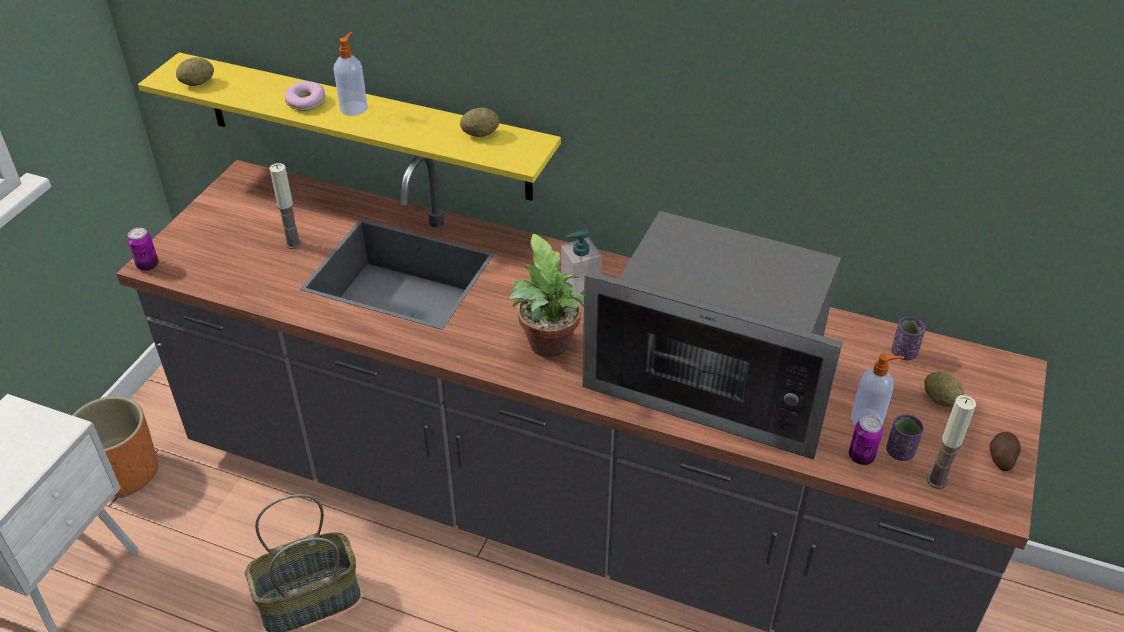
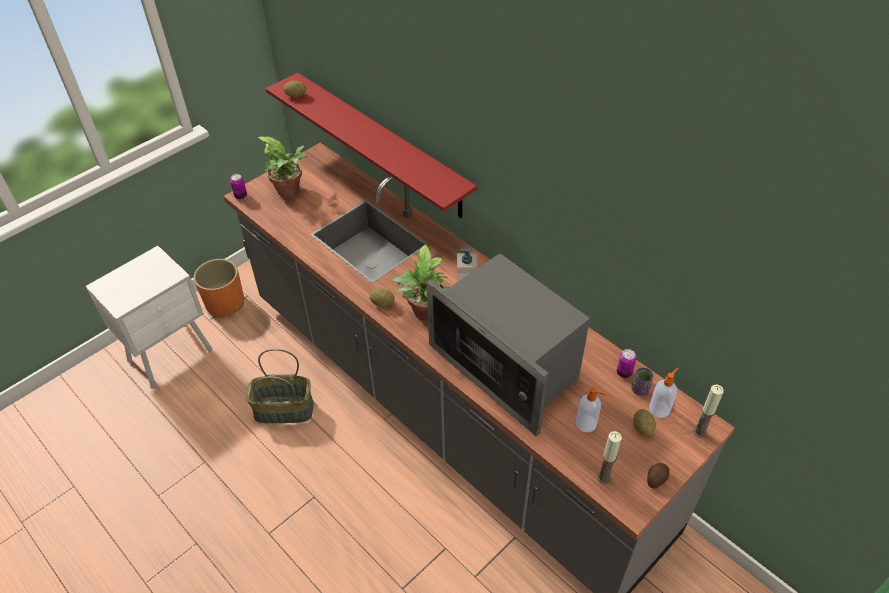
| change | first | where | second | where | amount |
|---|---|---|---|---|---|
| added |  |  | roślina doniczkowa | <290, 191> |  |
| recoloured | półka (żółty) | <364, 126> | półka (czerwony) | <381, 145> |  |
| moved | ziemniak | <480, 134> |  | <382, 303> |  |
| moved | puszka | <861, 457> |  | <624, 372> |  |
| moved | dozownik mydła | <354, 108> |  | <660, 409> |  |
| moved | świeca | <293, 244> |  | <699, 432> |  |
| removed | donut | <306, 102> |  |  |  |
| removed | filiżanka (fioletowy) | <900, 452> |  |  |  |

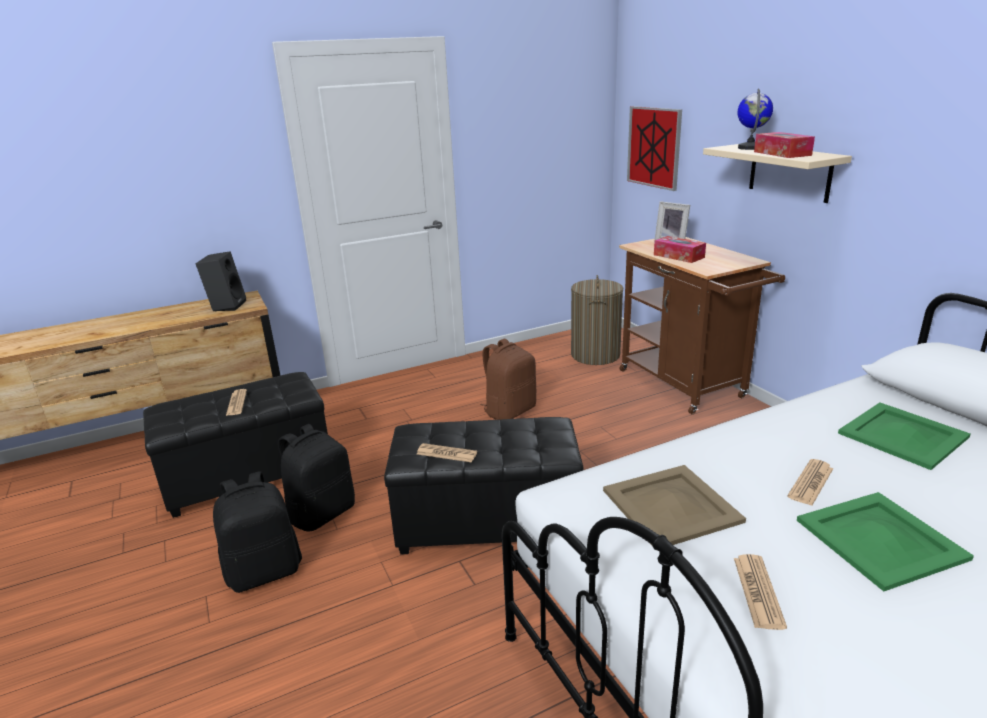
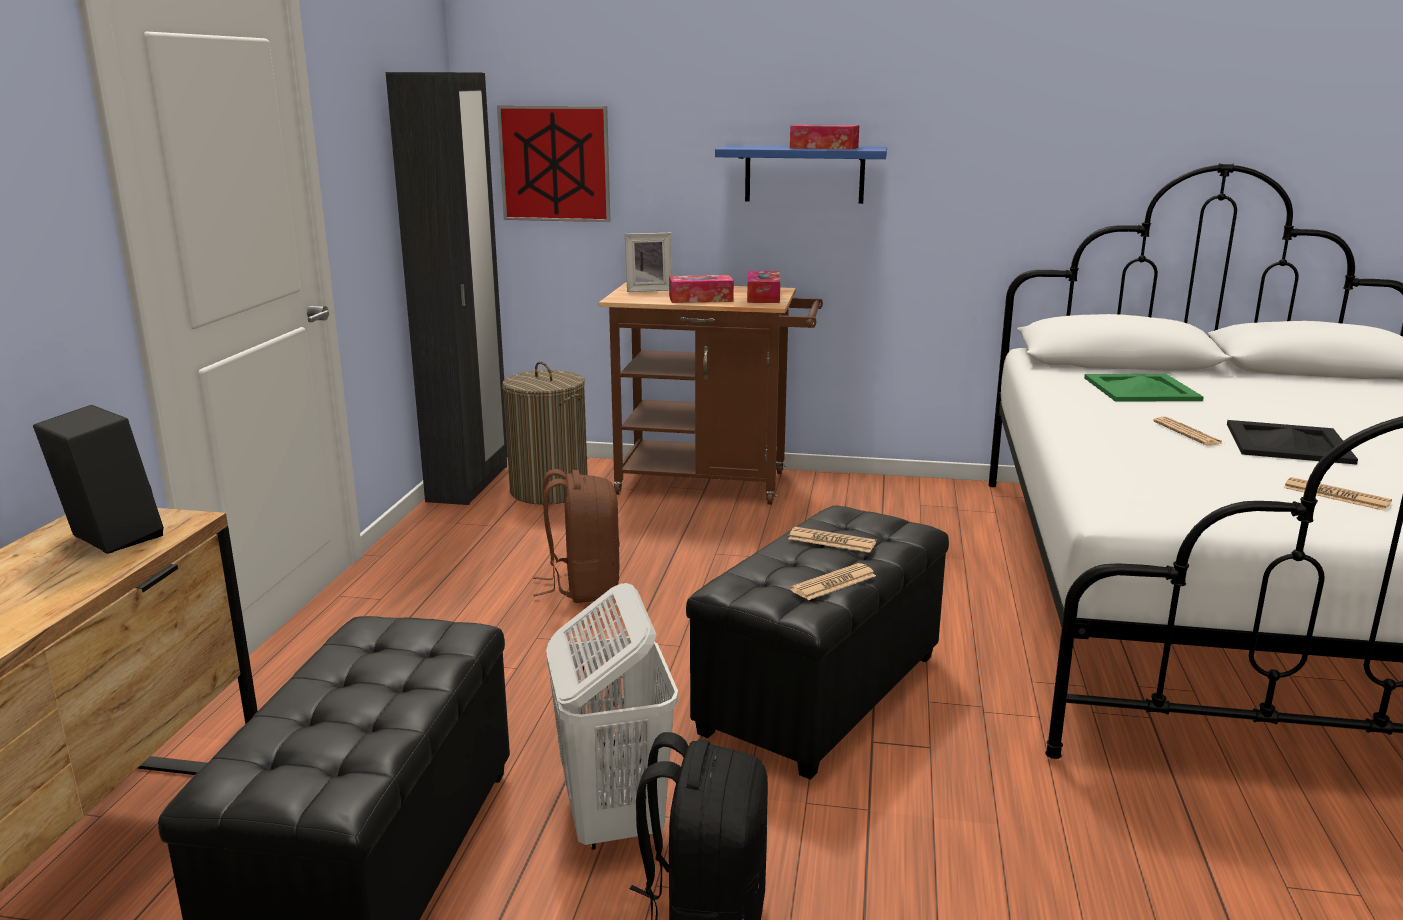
| change | first | where | second | where | amount |
|---|---|---|---|---|---|
| added |  |  | szafa (czarny) | <469, 483> |  |
| replaced | plecak (czarny) | <322, 513> | kosz na pranie (biały) | <613, 819> |  |
| recoloured | półka (beżowy) | <789, 172> | półka (niebieski) | <804, 174> |  |
| added |  |  | pudełko chusteczek | <763, 296> |  |
| moved | gazeta | <236, 403> |  | <831, 541> |  |
| recoloured | taca (zielony) | <878, 539> | taca (czarny) | <1287, 443> |  |
| removed | taca (beżowy) | <669, 505> |  |  |  |
| removed | globus | <750, 148> |  |  |  |

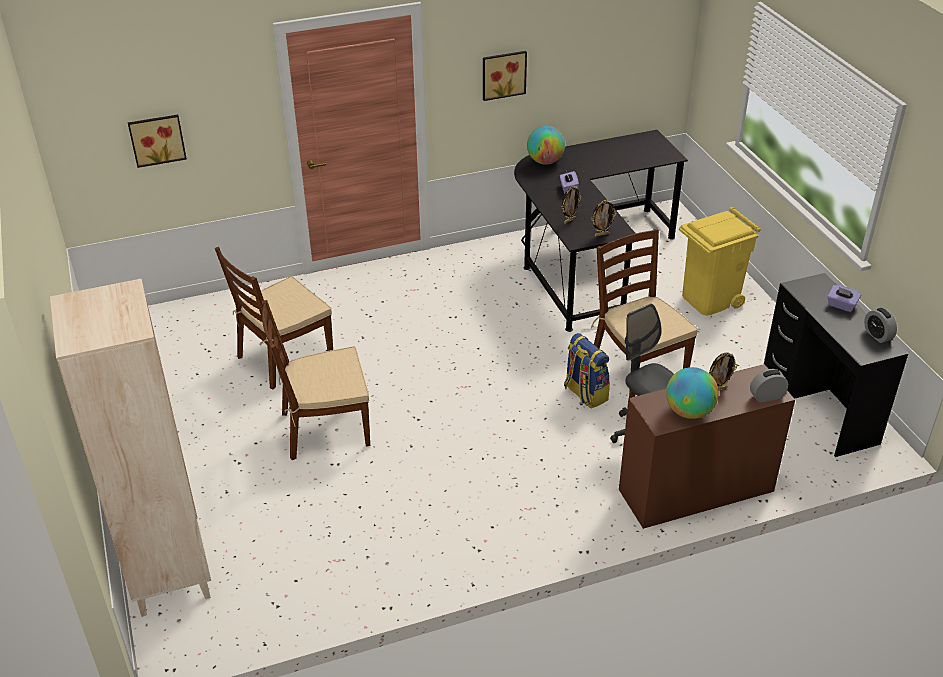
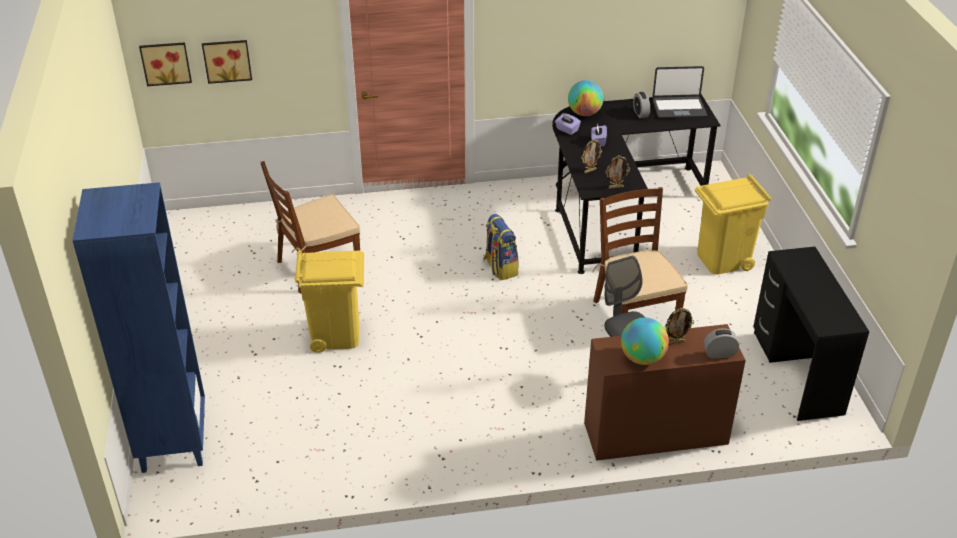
| change | first | where | second | where | amount |
|---|---|---|---|---|---|
| recoloured | regał (beżowy) | <169, 575> | regał (niebieski) | <173, 442> |  |
| moved | obraz | <503, 74> |  | <166, 62> |  |
| replaced | krzesło (brązowy) | <324, 429> | kosz na śmieci (żółty) | <336, 334> |  |
| moved | plecak | <584, 393> |  | <500, 268> |  |
| moved | pudełko chusteczek (fioletowy) | <841, 305> |  | <567, 130> |  |
| moved | budzik | <877, 335> |  | <640, 113> |  |
| added |  |  | laptop | <679, 108> |  |

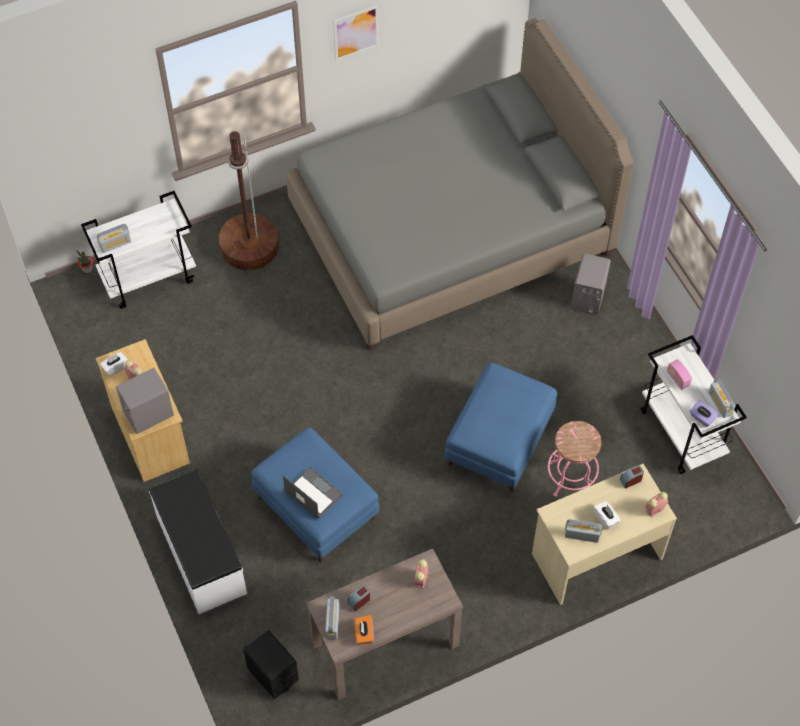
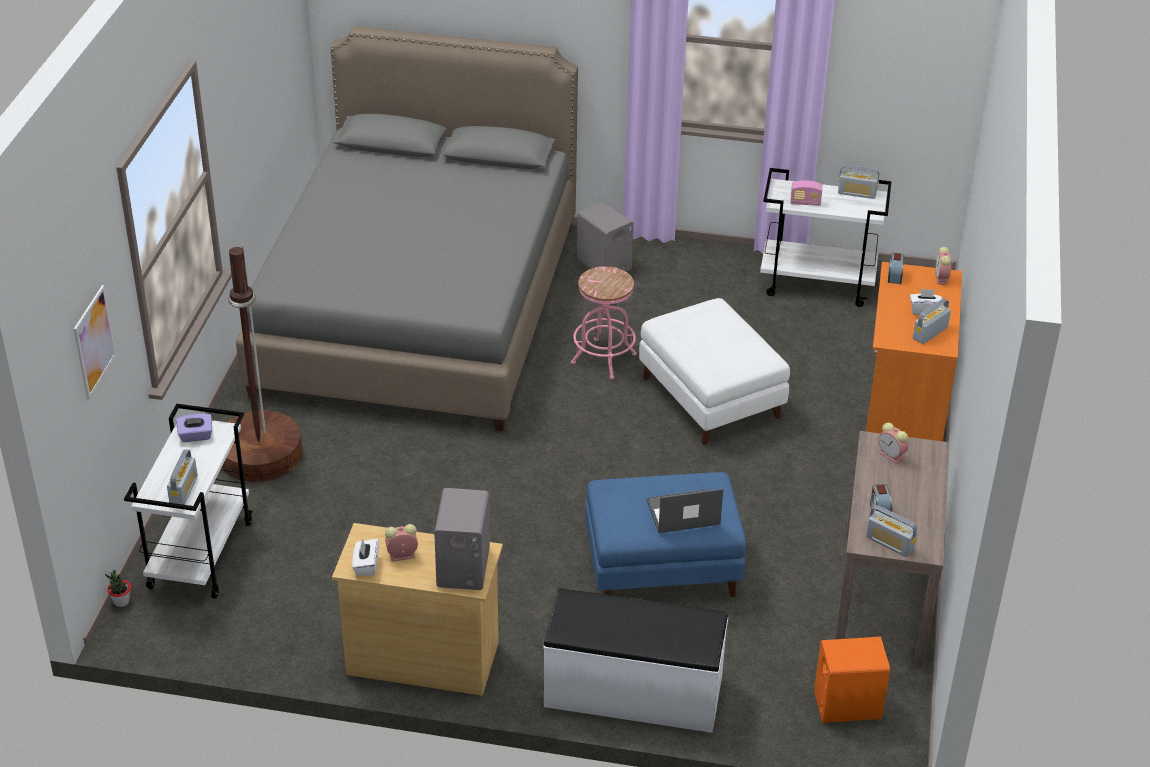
| change | first | where | second | where | amount |
|---|---|---|---|---|---|
| moved | obraz | <356, 32> |  | <94, 342> |  |
| moved | pudełko chusteczek (fioletowy) | <702, 418> |  | <196, 436> |  |
| moved | stołek (różowy) | <571, 477> |  | <603, 358> |  |
| recoloured | pufa (niebieski) | <499, 442> | pufa (biały) | <712, 398> |  |
| recoloured | głośnik (czarny) | <272, 674> | głośnik (pomarańczowy) | <846, 705> |  |
| recoloured | biurko (beżowy) | <596, 555> | biurko (pomarańczowy) | <904, 400> |  |
| removed | pudełko chusteczek (pomarańczowy) | <364, 634> |  |  |  |

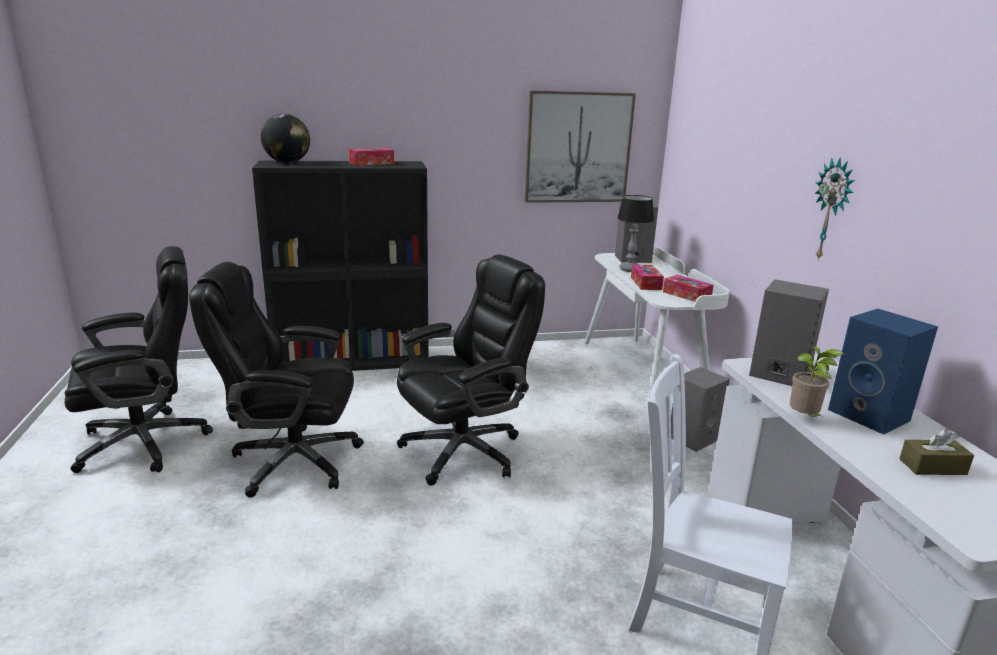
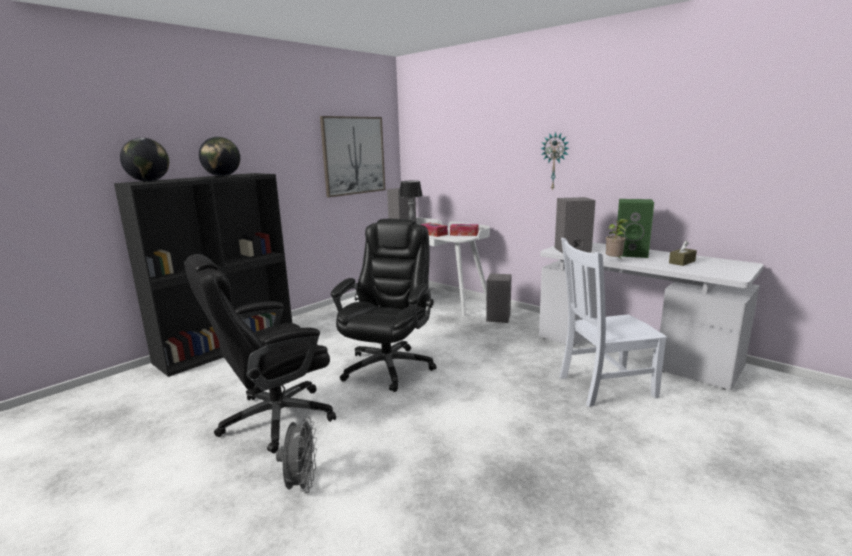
| change | first | where | second | where | amount |
|---|---|---|---|---|---|
| replaced | pudełko chusteczek | <371, 163> | globus | <222, 176> |  |
| added |  |  | wentylator (szary) | <301, 484> |  |
| recoloured | głośnik (niebieski) | <871, 415> | głośnik (zielony) | <631, 253> |  |
| removed | krzesło biurowe (czarny) | <147, 442> |  |  |  |

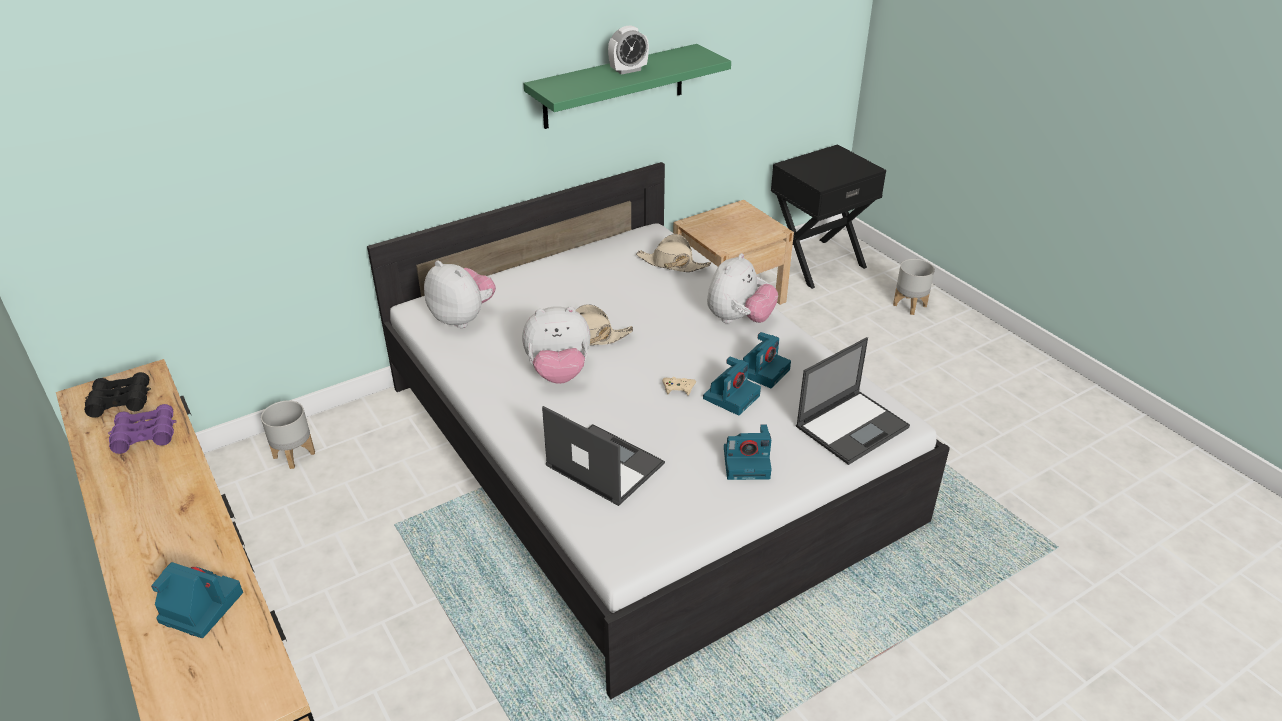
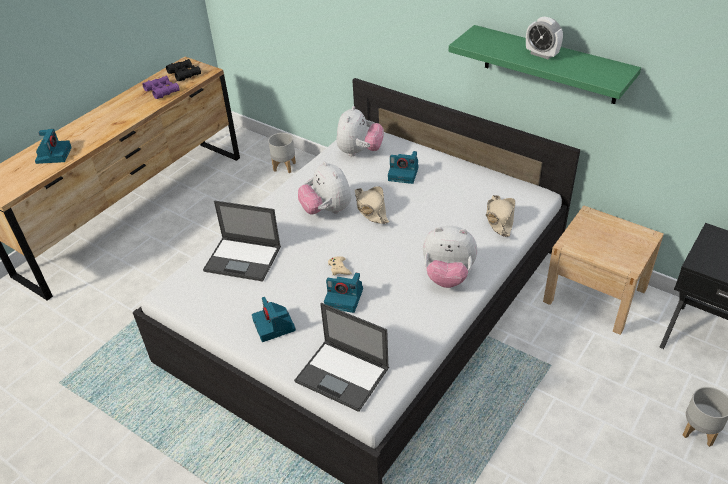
| change | first | where | second | where | amount |
|---|---|---|---|---|---|
| turned | laptop | <603, 464> |  | <244, 259> | 90 degrees clockwise |
| moved | aparat fotograficzny | <762, 370> |  | <404, 173> |  |

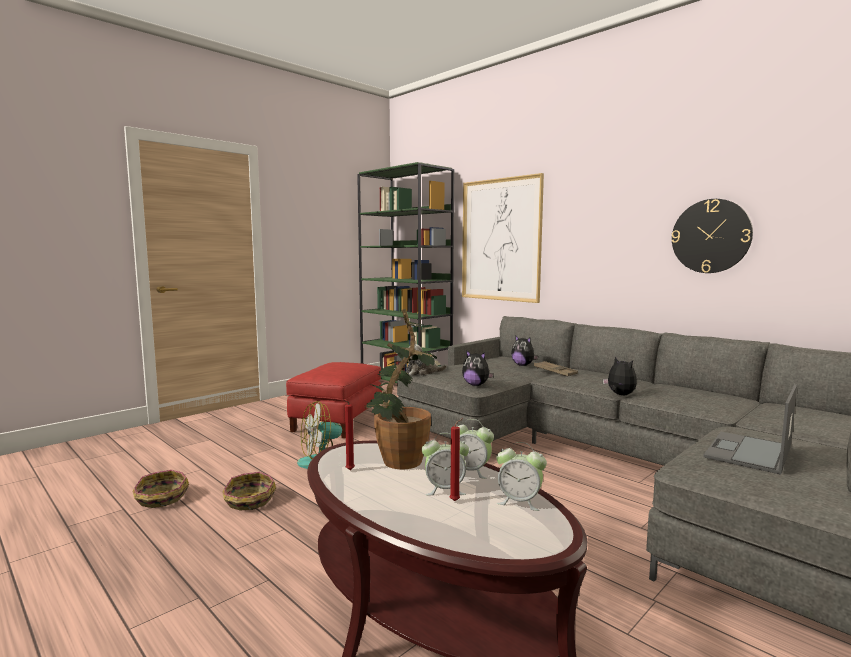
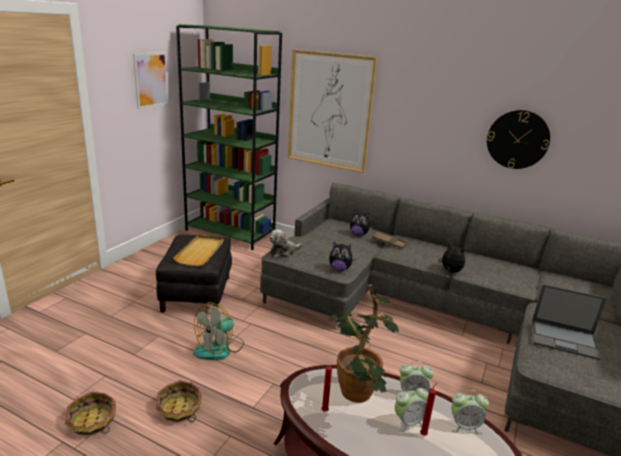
| change | first | where | second | where | amount |
|---|---|---|---|---|---|
| added |  |  | obraz | <151, 80> |  |
| recoloured | pufa (czerwony) | <337, 422> | pufa (czarny) | <197, 293> |  |
| added |  |  | taca (beżowy) | <200, 252> |  |
| turned | laptop | <748, 453> |  | <564, 339> | 90 degrees counterclockwise |

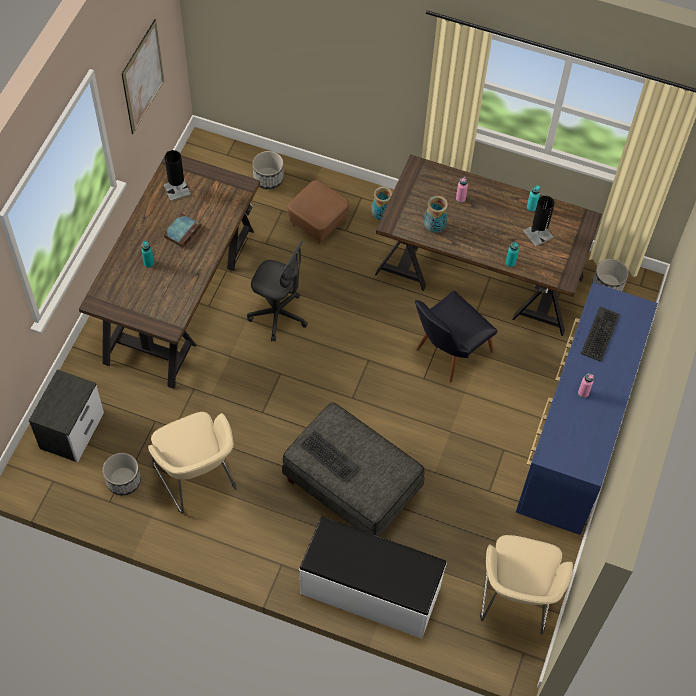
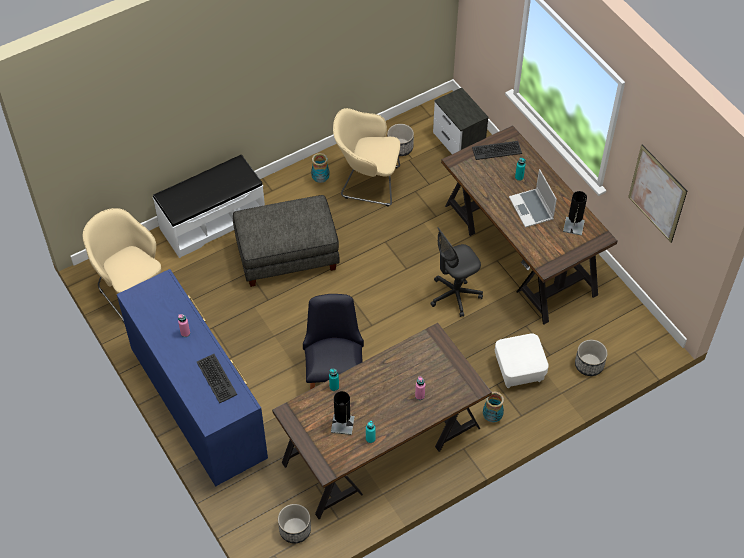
| change | first | where | second | where | amount |
|---|---|---|---|---|---|
| moved | wazon | <434, 228> |  | <320, 179> |  |
| moved | klawiatura | <328, 456> |  | <496, 150> |  |
| recoloured | pufa (brązowy) | <318, 223> | pufa (biały) | <519, 370> |  |
| replaced | książka | <182, 232> | laptop | <532, 209> |  |

